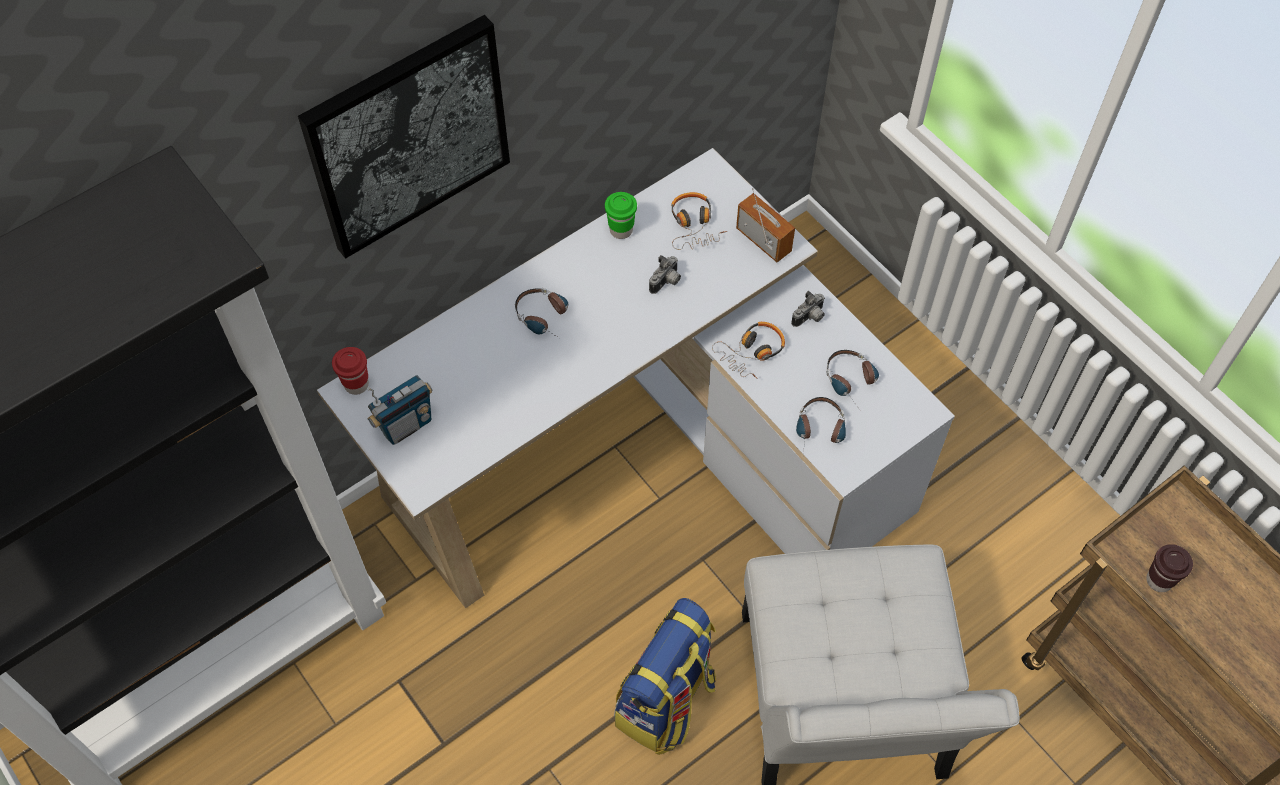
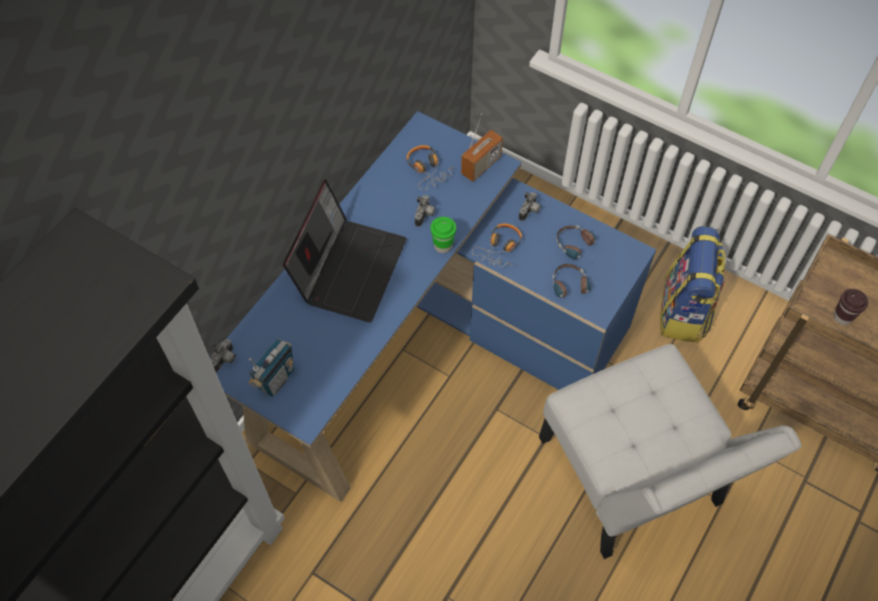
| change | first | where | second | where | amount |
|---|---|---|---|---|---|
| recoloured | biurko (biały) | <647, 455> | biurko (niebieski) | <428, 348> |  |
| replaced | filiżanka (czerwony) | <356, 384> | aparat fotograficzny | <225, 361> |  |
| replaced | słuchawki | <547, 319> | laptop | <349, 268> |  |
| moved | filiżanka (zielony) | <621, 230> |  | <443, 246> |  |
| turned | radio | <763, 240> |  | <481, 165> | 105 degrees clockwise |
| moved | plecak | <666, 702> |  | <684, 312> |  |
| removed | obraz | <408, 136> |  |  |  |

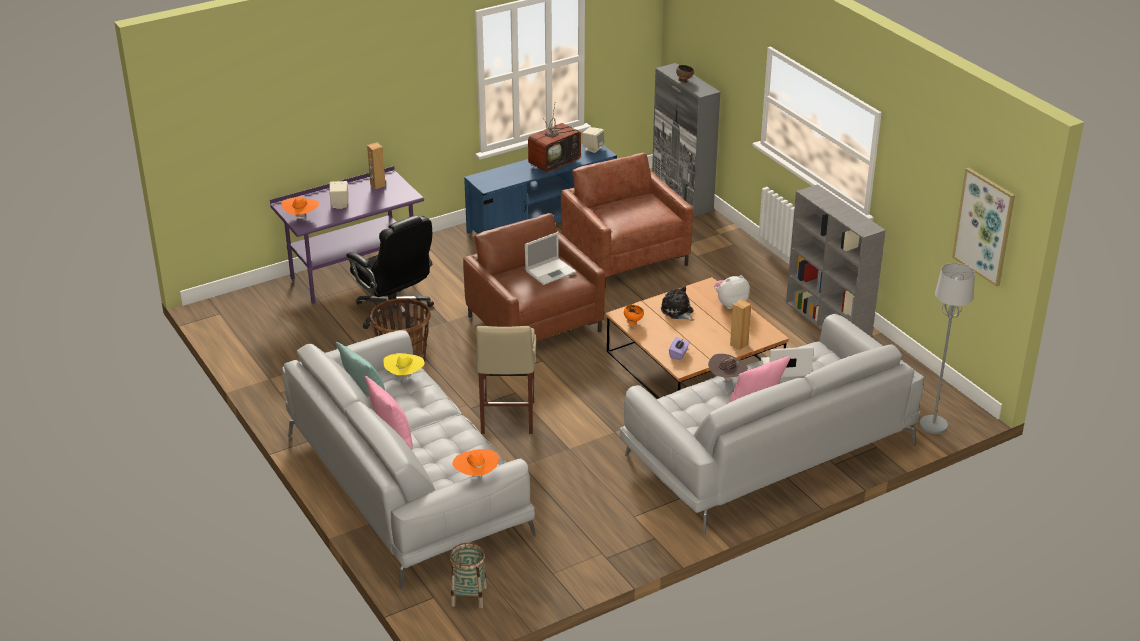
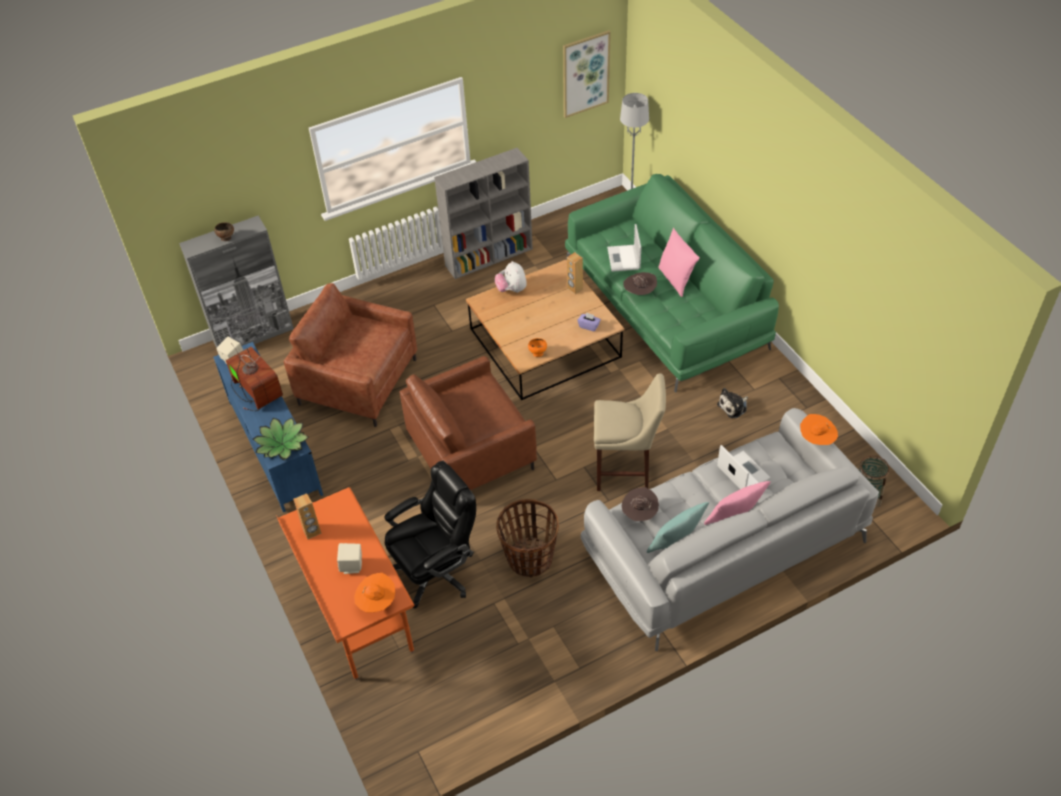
| change | first | where | second | where | amount |
|---|---|---|---|---|---|
| added |  |  | roślina doniczkowa | <282, 444> |  |
| recoloured | biurko (fioletowy) | <354, 277> | biurko (pomarańczowy) | <358, 615> |  |
| turned | fotel (brązowy) | <625, 256> |  | <358, 382> | 45 degrees clockwise |
| recoloured | kanapa (szary) | <768, 451> | kanapa (zielony) | <665, 306> |  |
| recoloured | kapelusz (żółty) | <404, 376> | kapelusz (brązowy) | <639, 514> |  |
| moved | pluszak | <678, 311> |  | <733, 407> |  |
| moved | laptop | <551, 271> |  | <742, 472> |  |

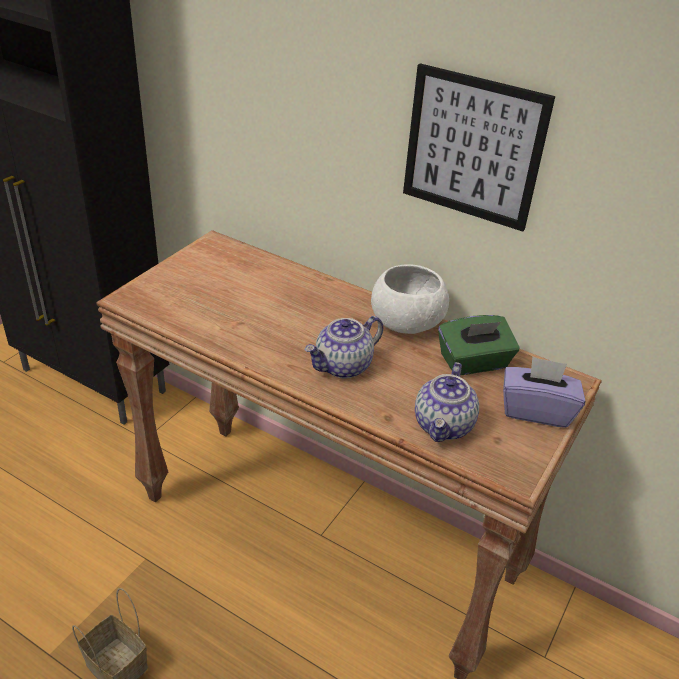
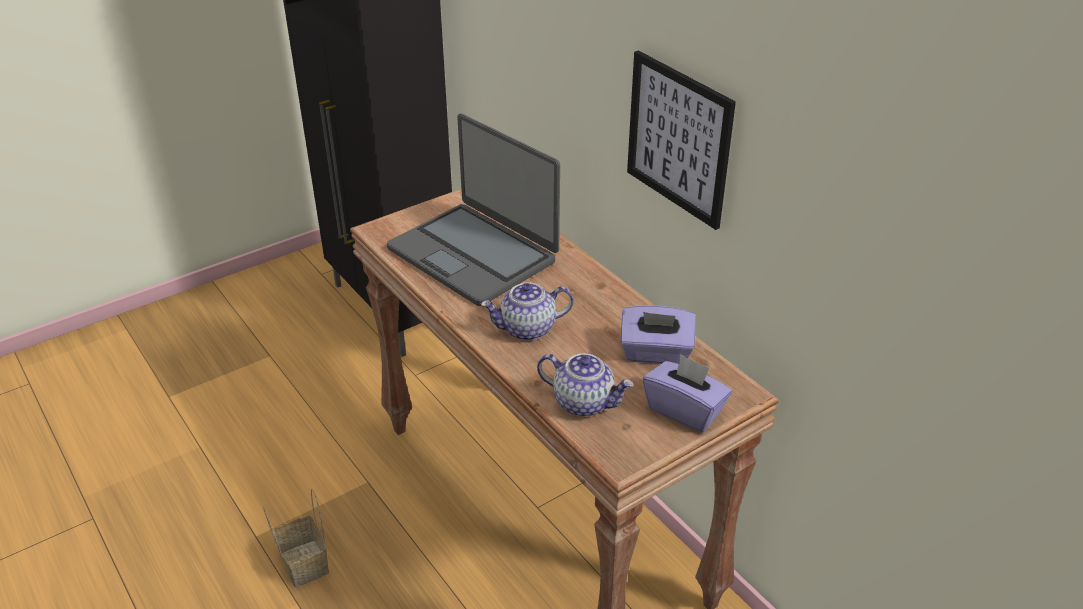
| change | first | where | second | where | amount |
|---|---|---|---|---|---|
| added |  |  | laptop | <473, 254> |  |
| turned | imbryk | <444, 426> |  | <584, 402> | 105 degrees counterclockwise |
| recoloured | pudełko chusteczek (zielony) | <474, 363> | pudełko chusteczek (fioletowy) | <655, 353> |  |
| removed | miska (biały) | <406, 322> |  |  |  |

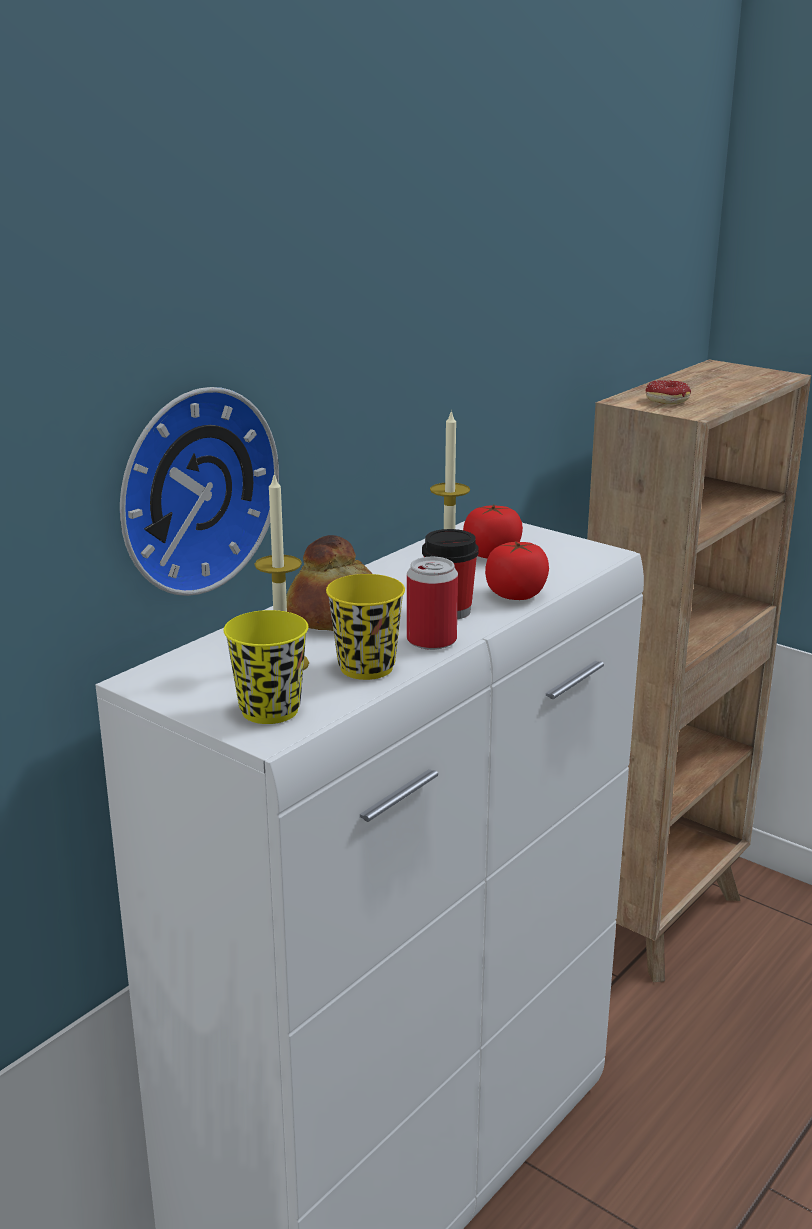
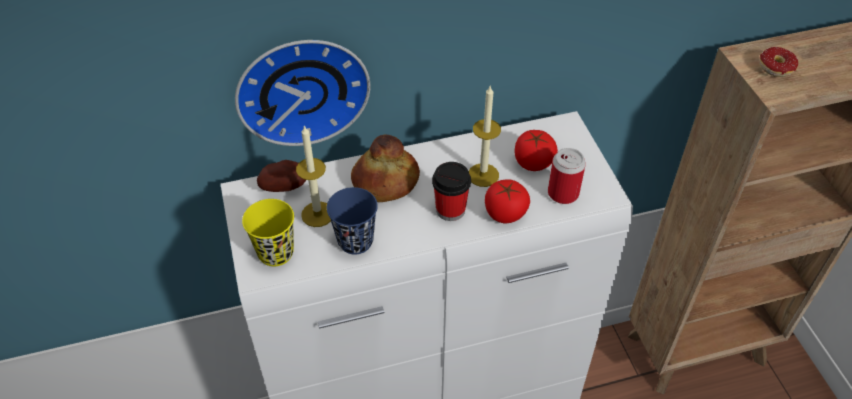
| change | first | where | second | where | amount |
|---|---|---|---|---|---|
| added |  |  | ziemniak | <285, 186> |  |
| recoloured | filiżanka (żółty) | <366, 668> | filiżanka (niebieski) | <355, 241> |  |
| moved | puszka | <431, 640> |  | <563, 193> |  |

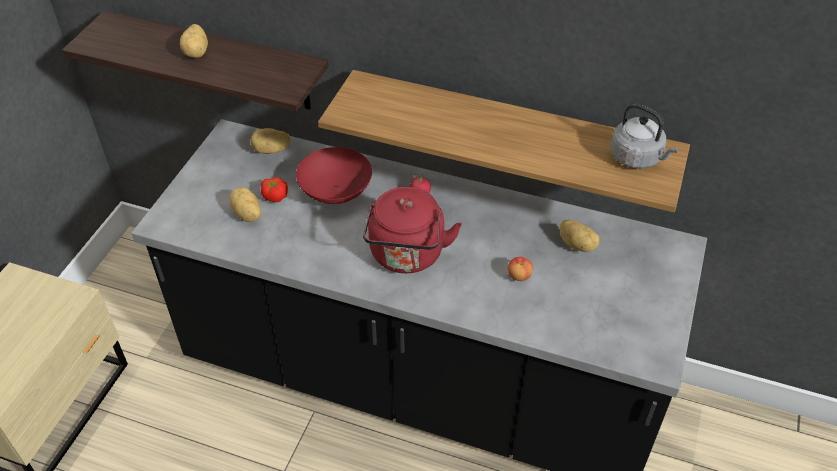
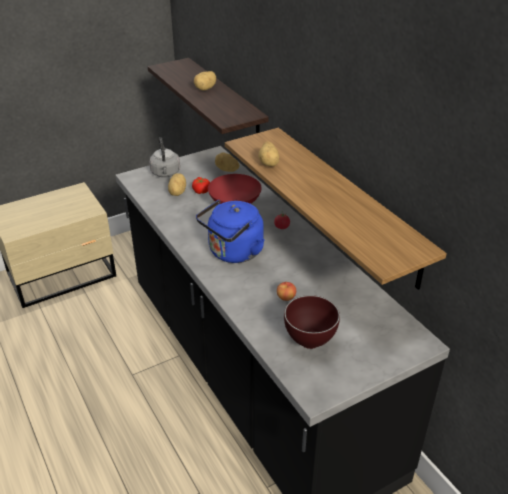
| change | first | where | second | where | amount |
|---|---|---|---|---|---|
| moved | czajnik (szary) | <638, 158> |  | <165, 173> |  |
| recoloured | czajnik (czerwony) | <407, 256> | czajnik (niebieski) | <233, 253> |  |
| moved | ziemniak | <577, 244> |  | <269, 163> |  |
| added |  |  | miska (brązowy) | <311, 342> |  |

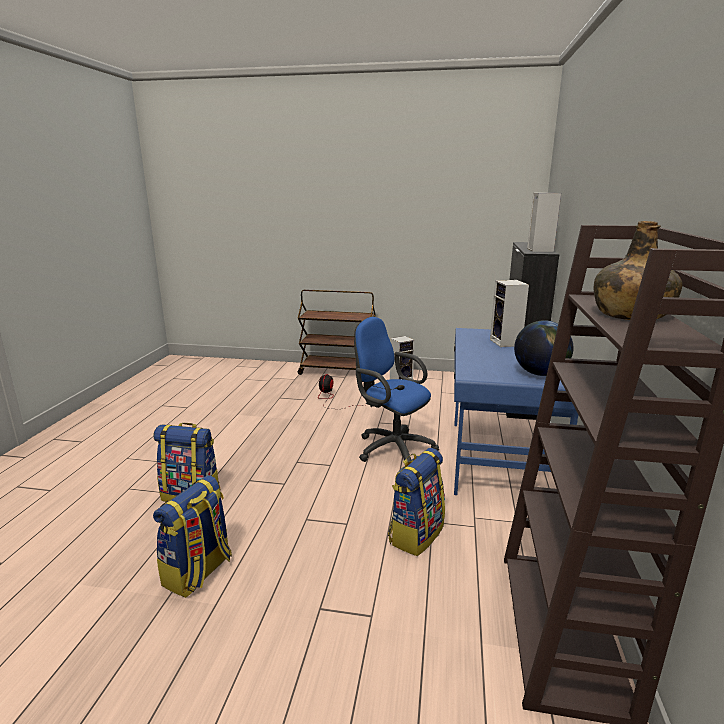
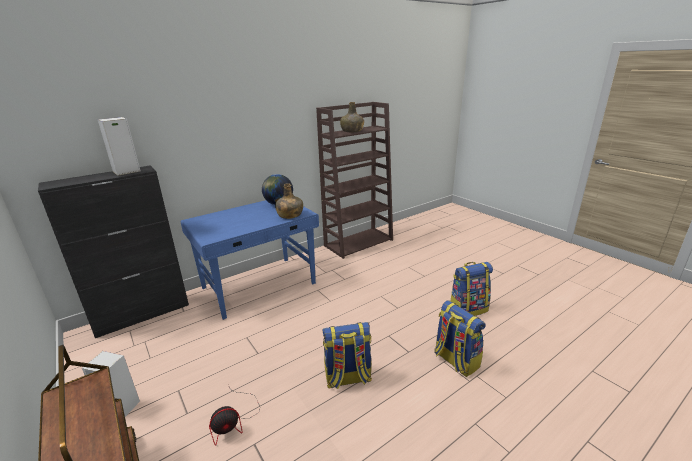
| change | first | where | second | where | amount |
|---|---|---|---|---|---|
| added |  |  | butelka (zielony) | <289, 215> |  |
| moved | plecak | <415, 534> |  | <347, 378> |  |
| removed | krzesło biurowe (niebieski) | <391, 448> |  |  |  |
| removed | głośnik | <506, 343> |  |  |  |

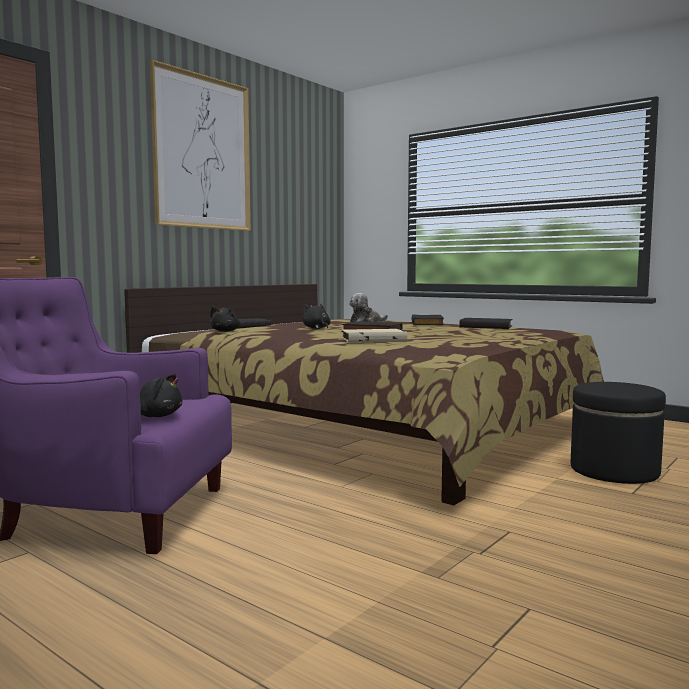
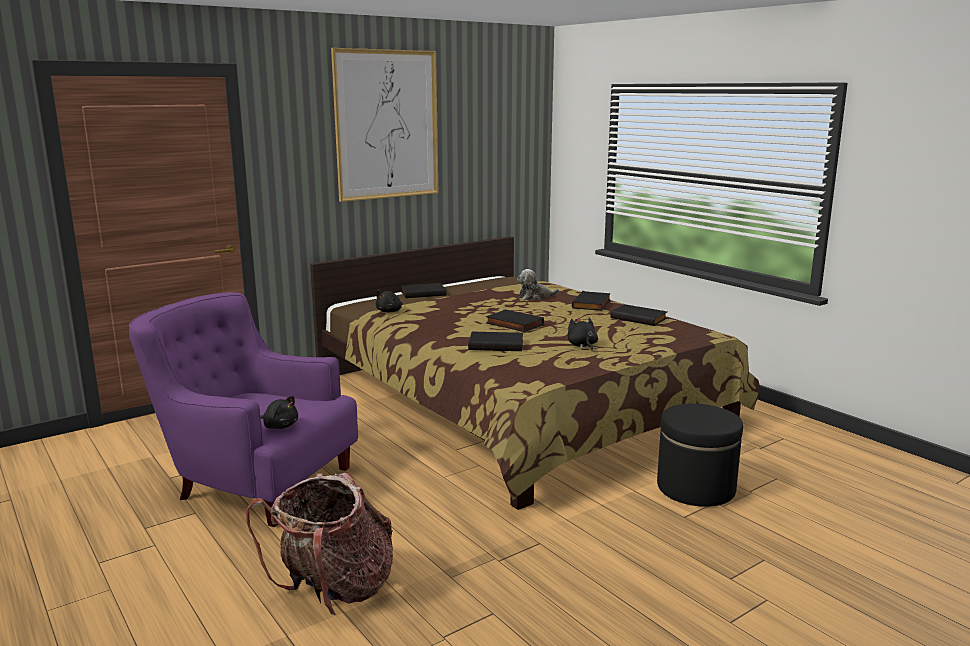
| change | first | where | second | where | amount |
|---|---|---|---|---|---|
| added |  |  | plecak | <334, 590> |  |
| recoloured | książka (beżowy) | <373, 340> | książka (czarny) | <496, 344> |  |
| moved | pluszak (czarny) | <316, 328> |  | <582, 346> |  |

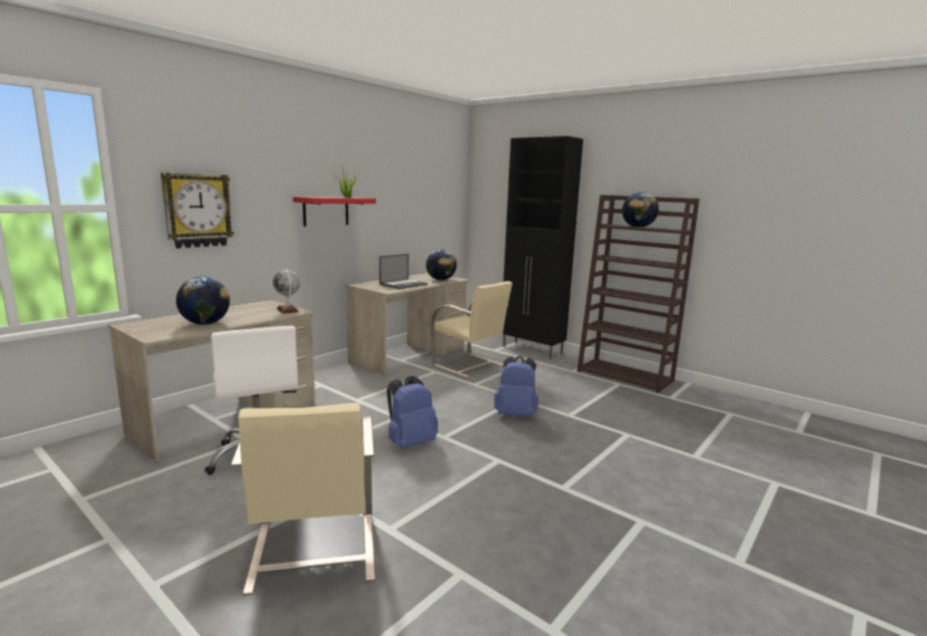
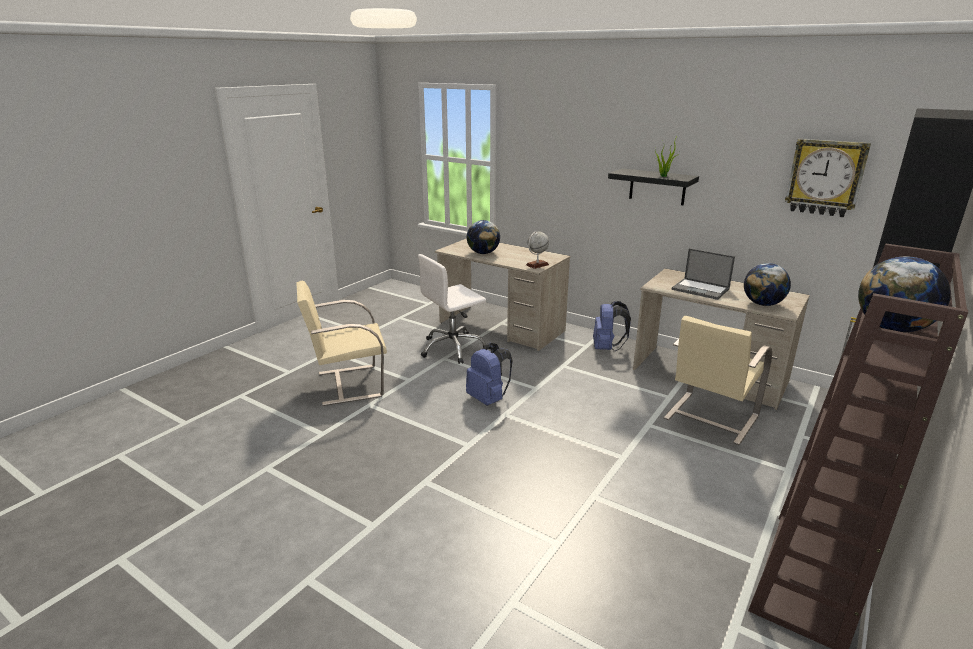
| change | first | where | second | where | amount |
|---|---|---|---|---|---|
| moved | plecak (niebieski) | <516, 414> |  | <607, 348> |  |
| recoloured | półka (czerwony) | <326, 211> | półka (czarny) | <657, 187> |  |
| moved | zegar ścienny | <197, 210> |  | <825, 177> |  |

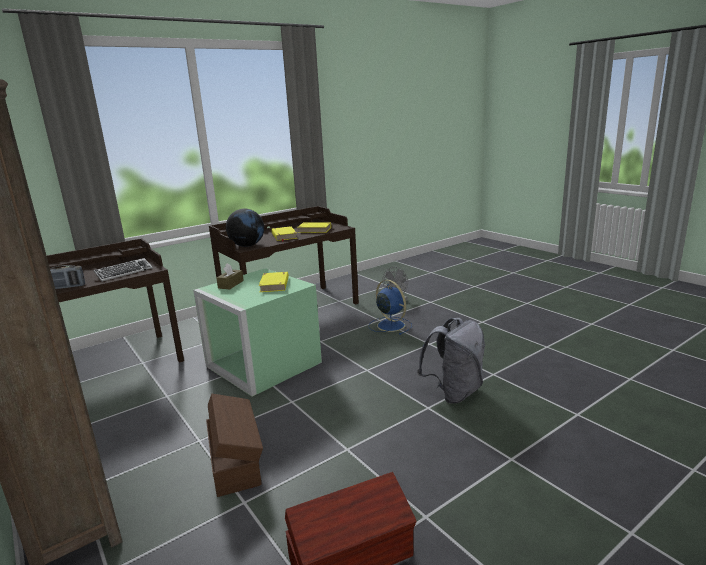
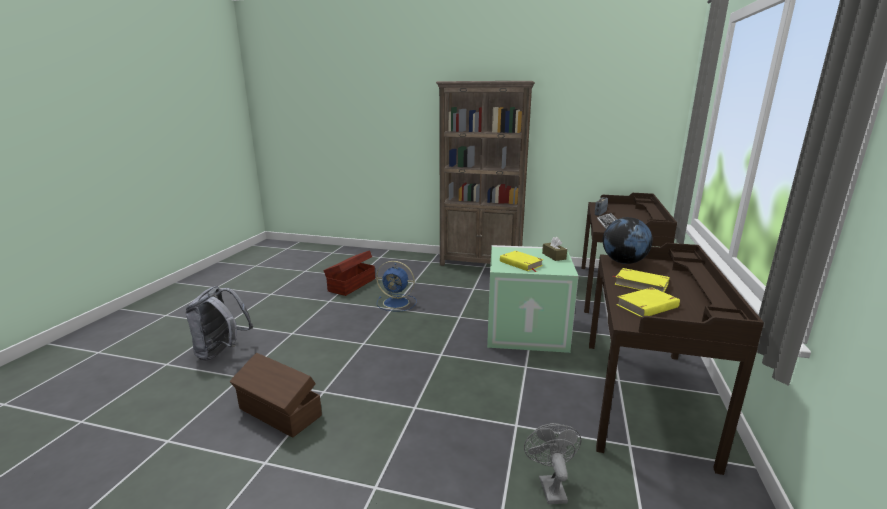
| change | first | where | second | where | amount |
|---|---|---|---|---|---|
| moved | plecak (szary) | <454, 392> |  | <222, 352> |  |
| moved | pojemnik do przechowywania (brązowy) | <235, 460> |  | <279, 413> |  |
| moved | wentylator (niebieski) | <390, 325> |  | <397, 303> |  |

